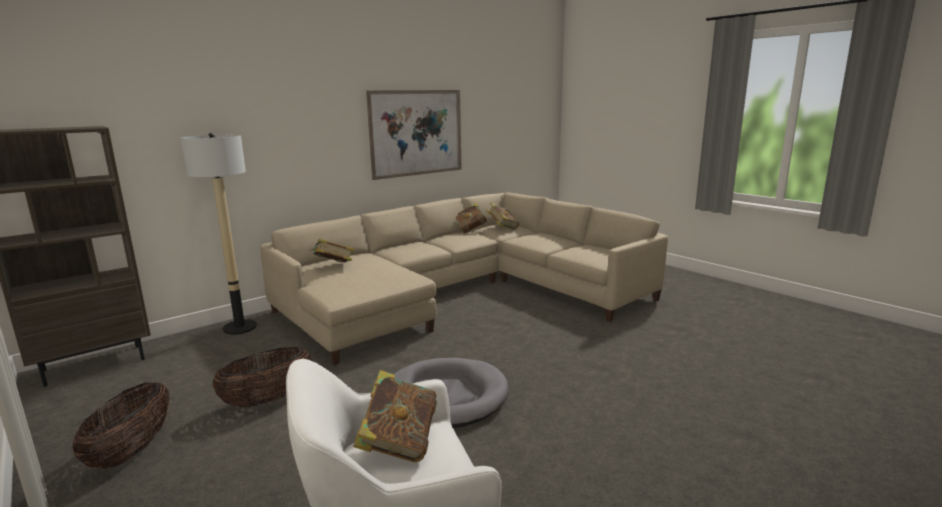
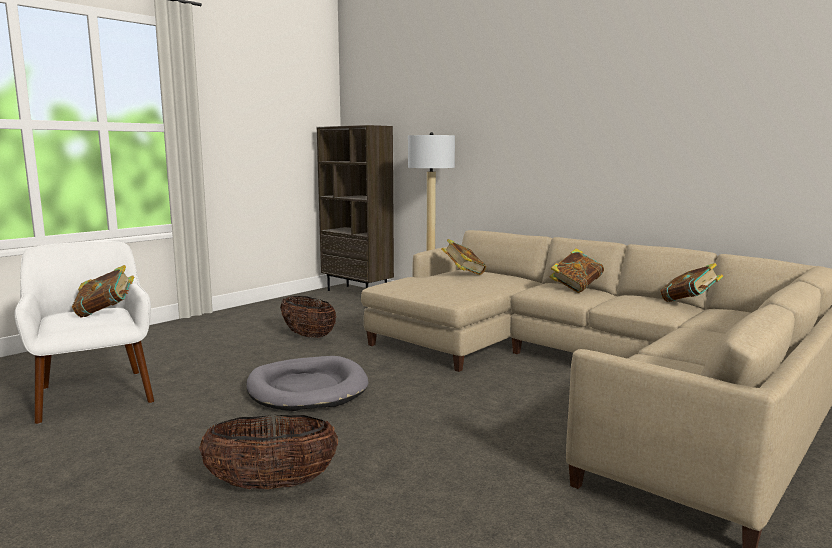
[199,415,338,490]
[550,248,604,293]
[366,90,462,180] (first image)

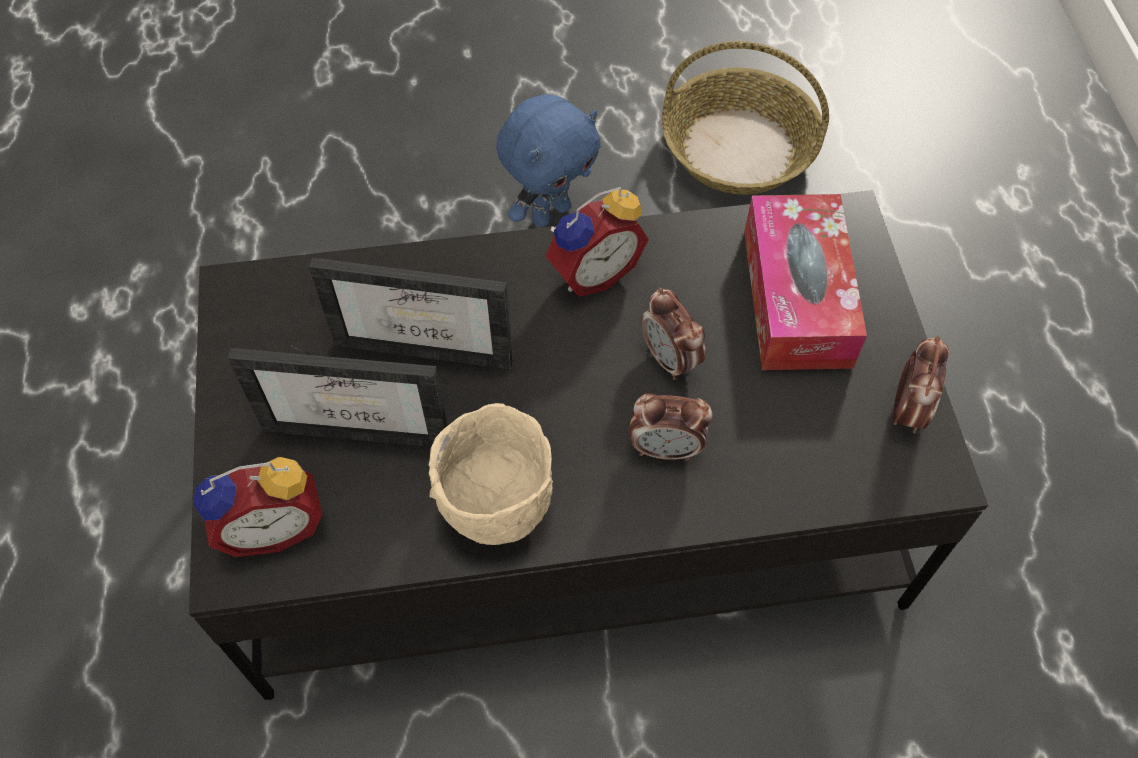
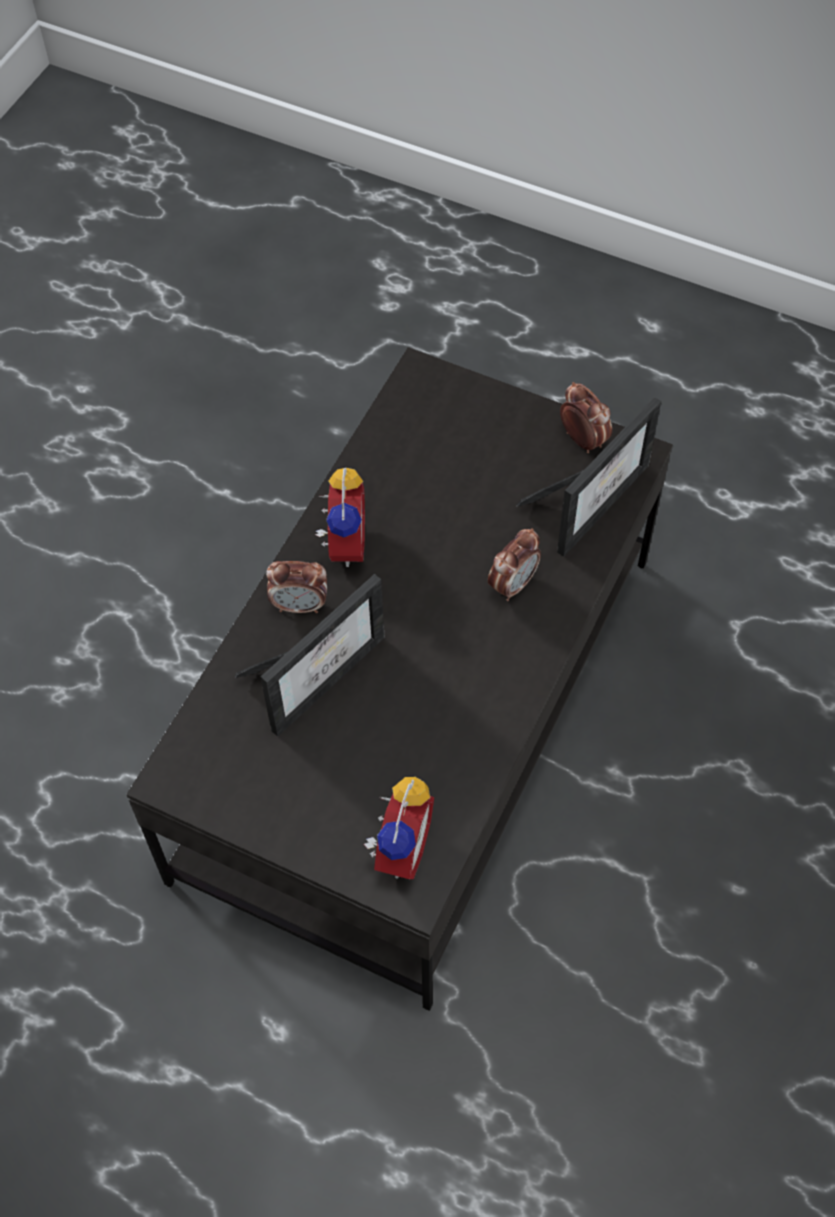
[266,561,327,613]
[517,397,661,557]
[429,403,553,545] (first image)
[496,94,601,227] (first image)
[662,41,829,195] (first image)
[744,194,867,370] (first image)

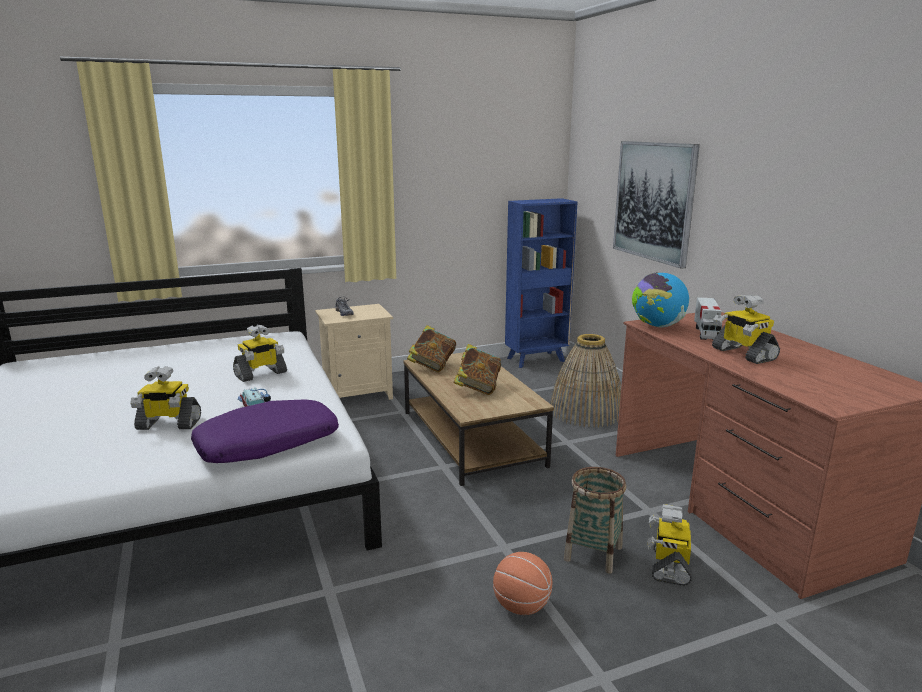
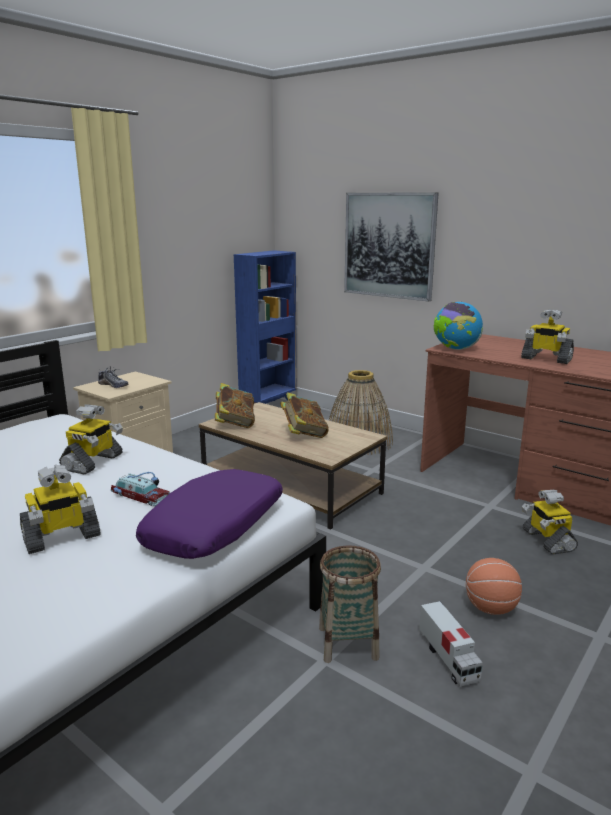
[319,545,381,663]
[419,601,483,687]

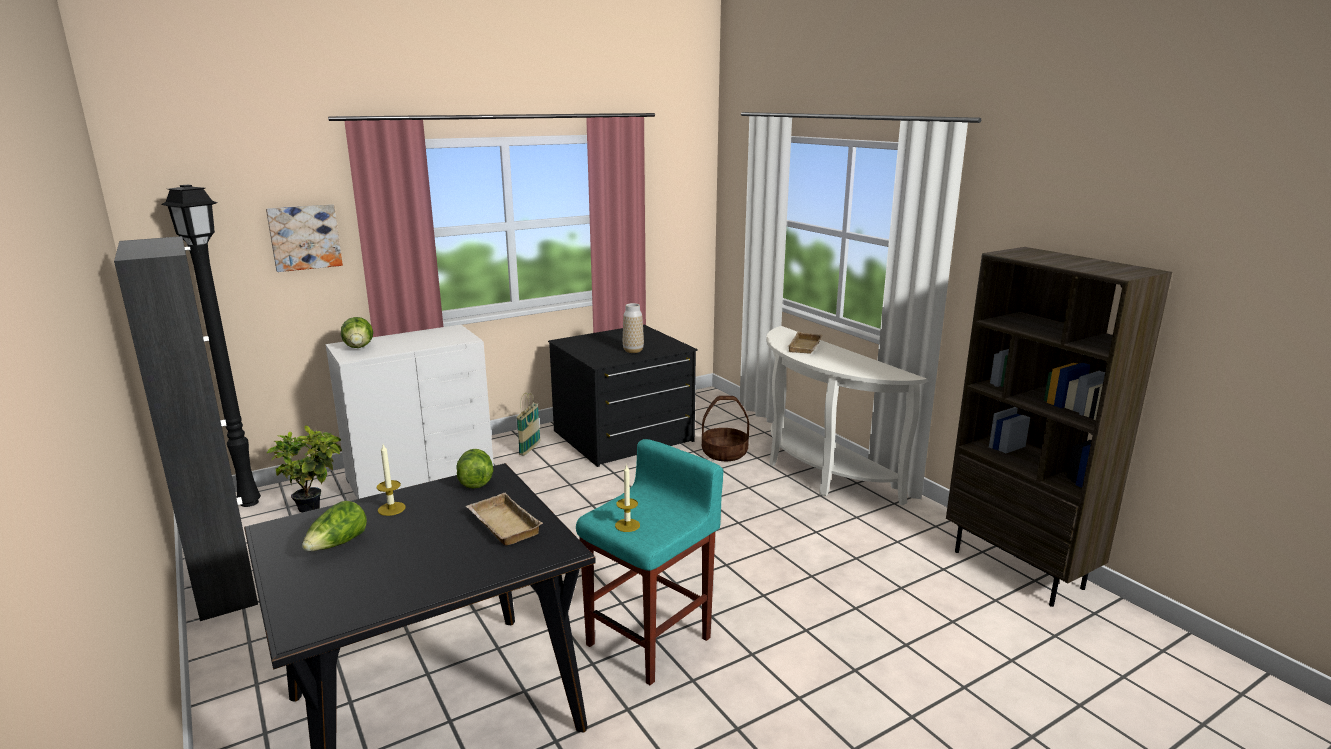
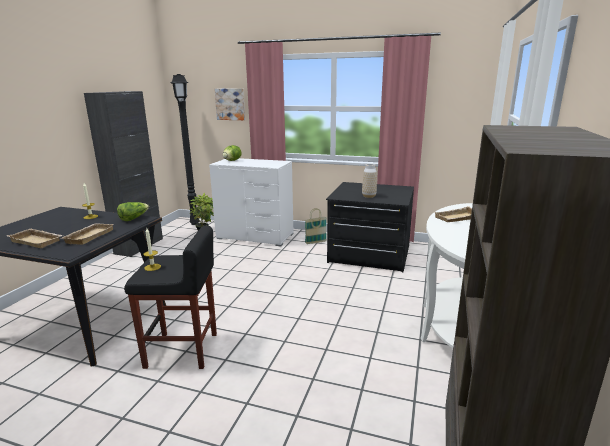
[7,228,63,248]
[124,225,217,369]
[302,501,367,551] (first image)
[702,396,749,461] (first image)

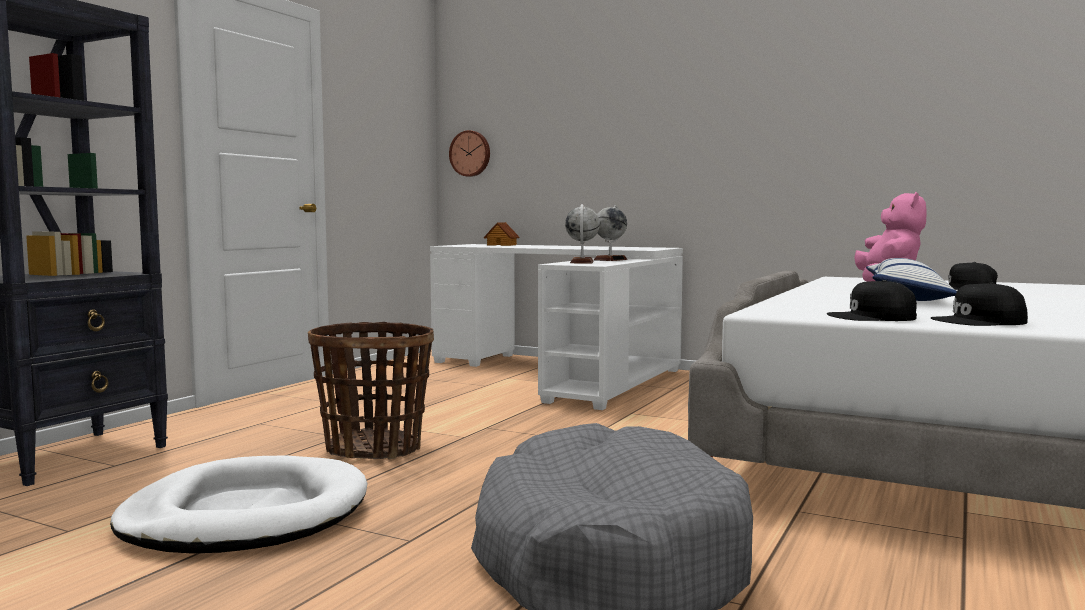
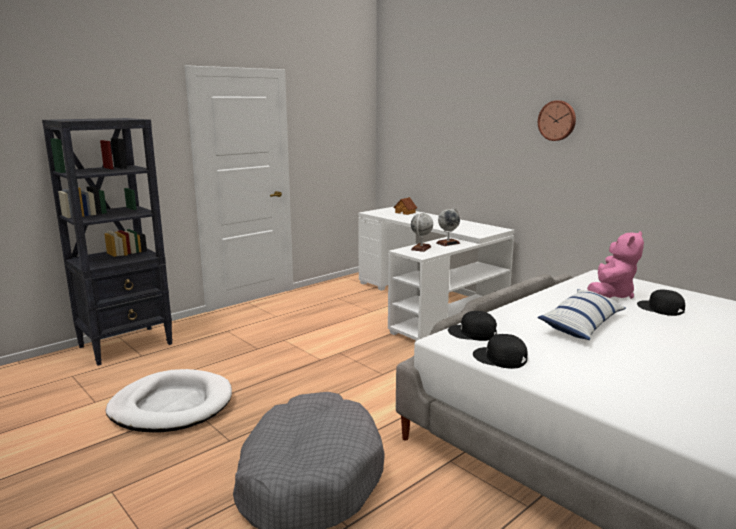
[448,311,497,341]
[538,100,576,141]
[308,322,434,459] (first image)

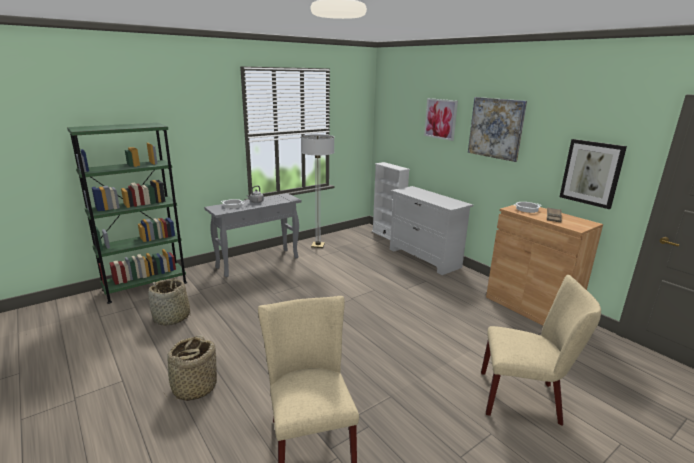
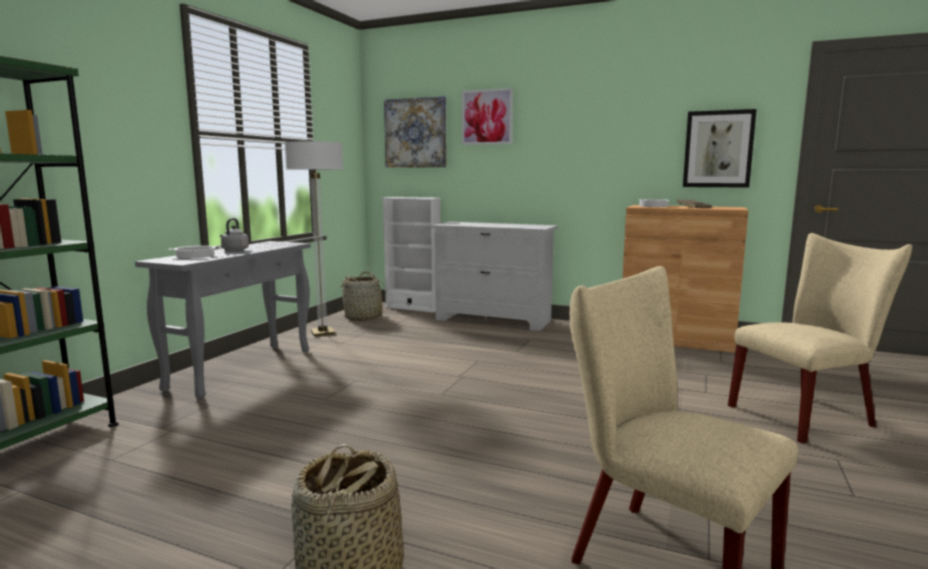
[339,271,391,321]
[384,96,447,168]

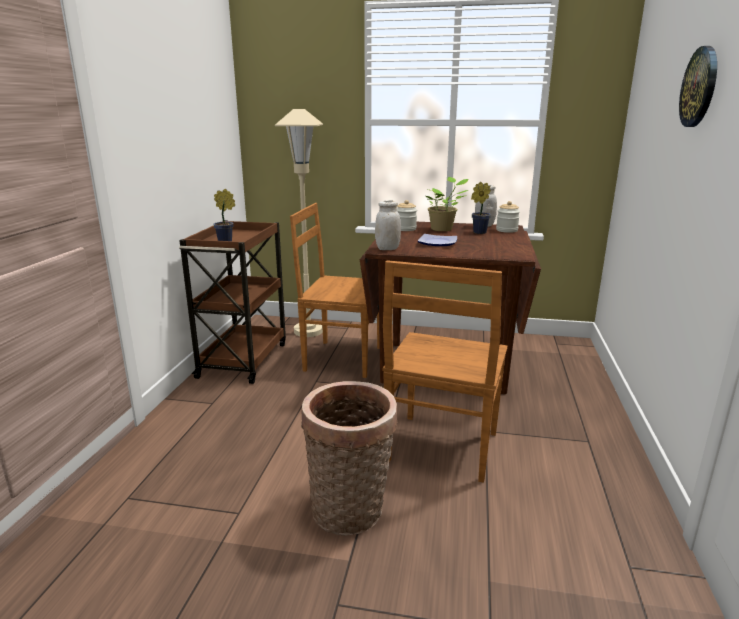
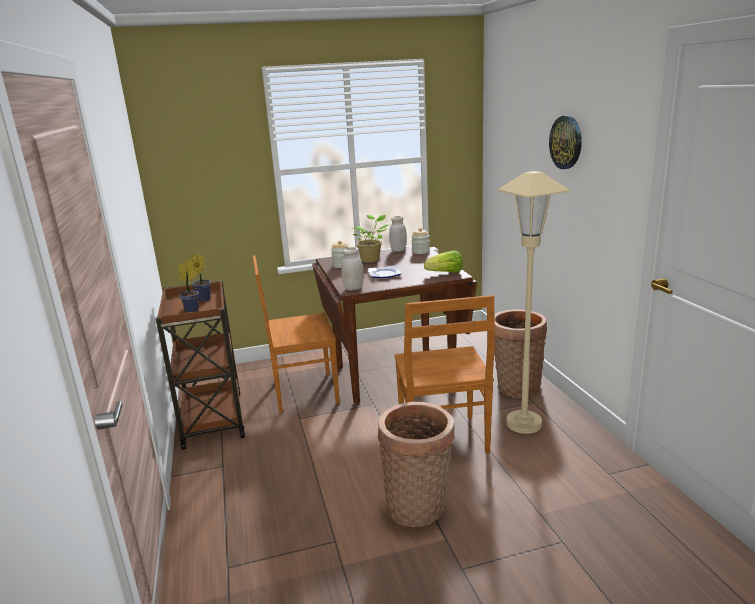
[188,254,211,301]
[424,251,463,273]
[494,309,547,398]
[497,171,570,434]

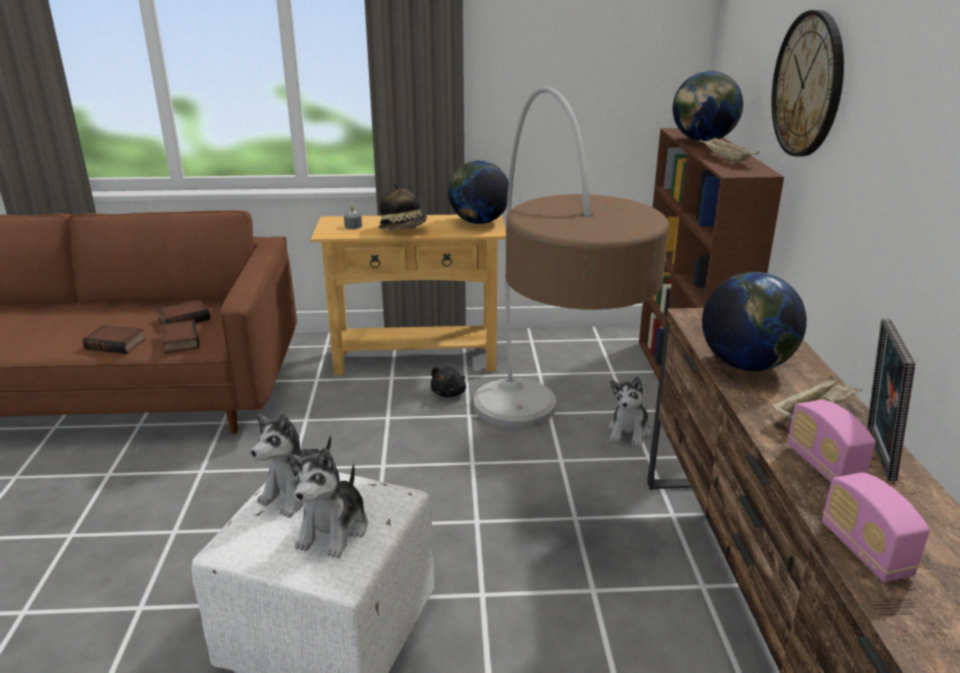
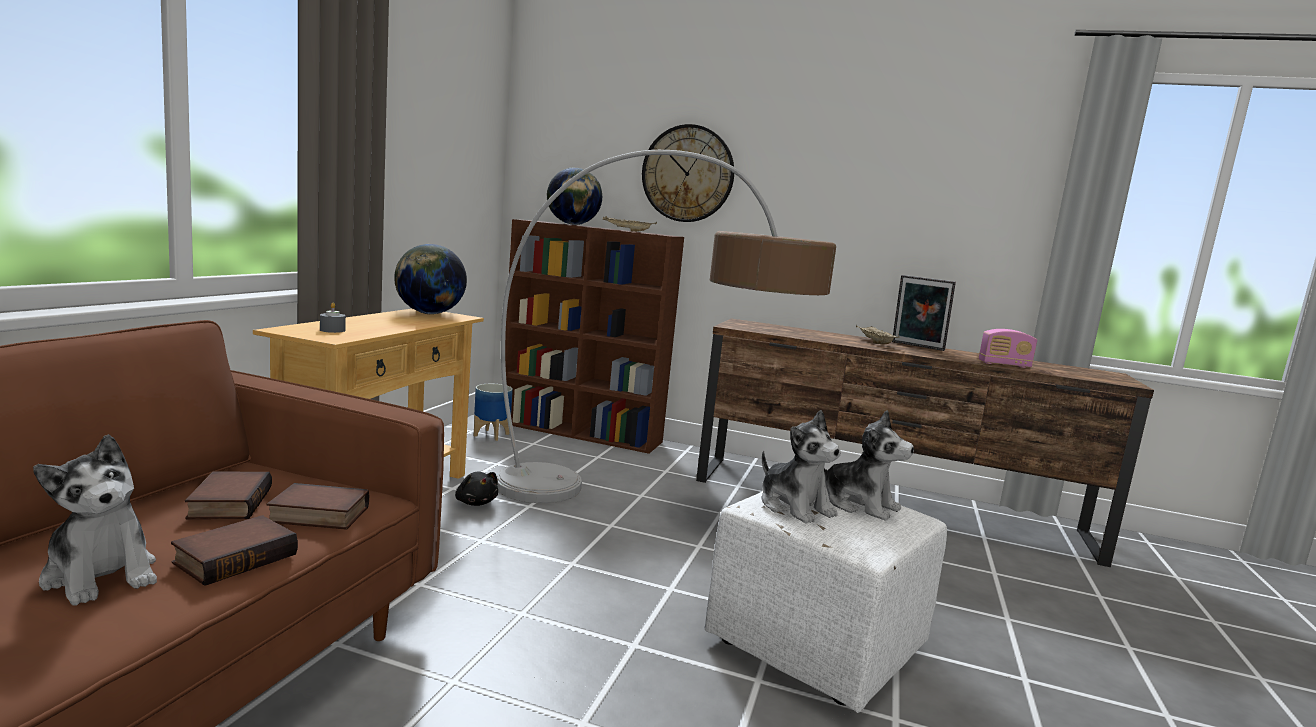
[33,434,157,606]
[474,384,513,441]
[378,184,427,231] (first image)
[702,272,807,371] (first image)
[787,400,876,482] (first image)

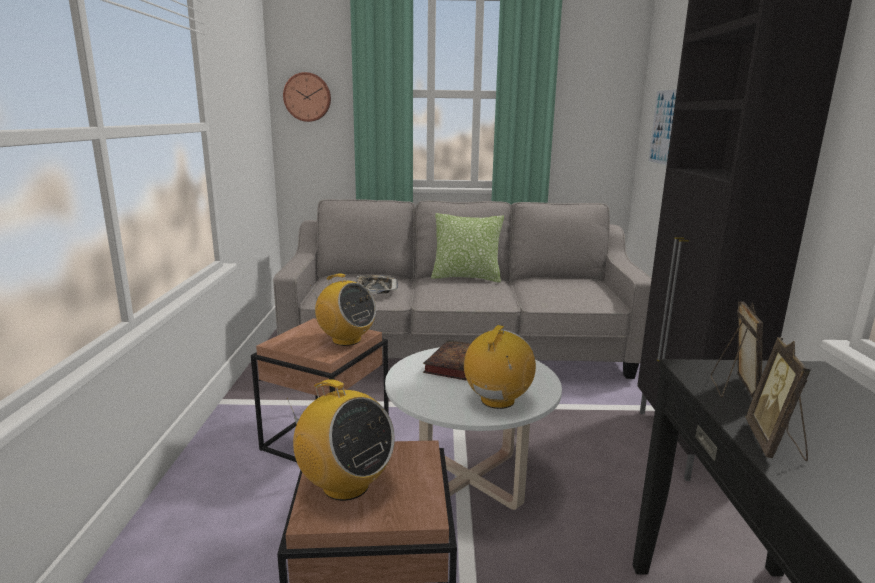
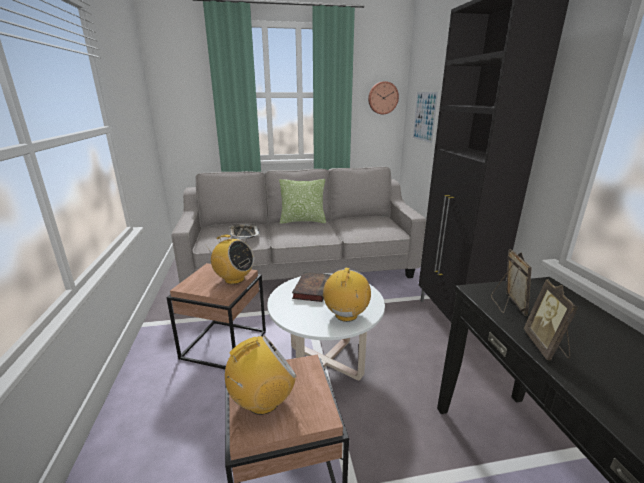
[225,336,297,415]
[368,81,399,114]

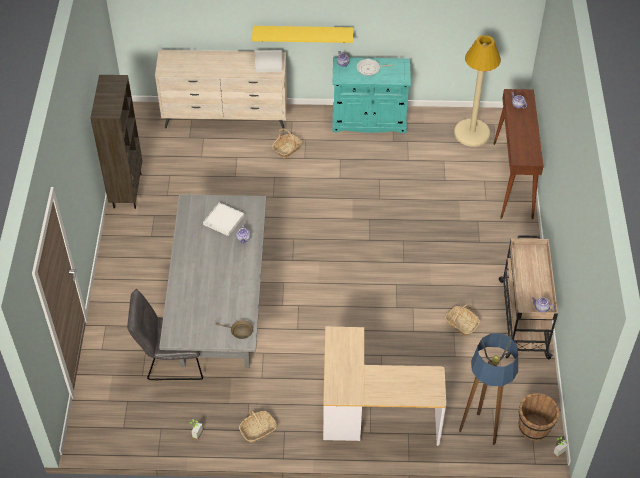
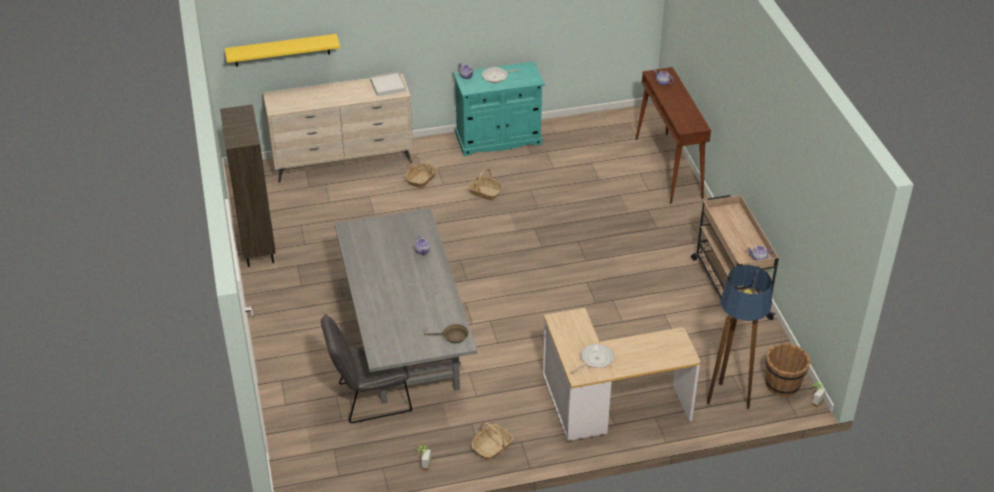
[225,34,340,67]
[468,168,503,200]
[571,344,614,373]
[203,202,244,236] (first image)
[454,35,501,147] (first image)

